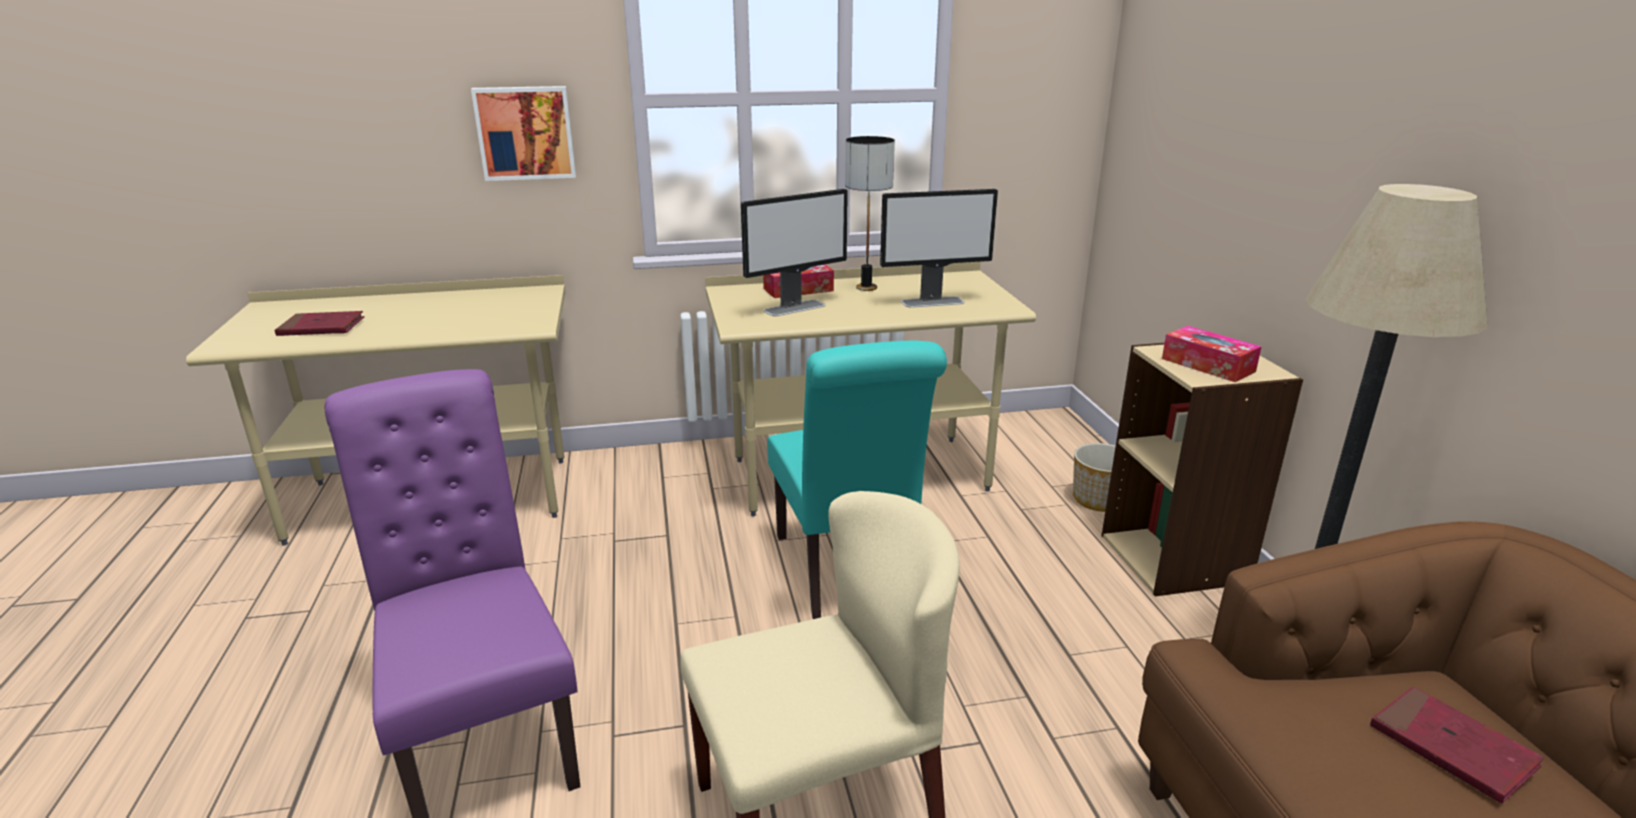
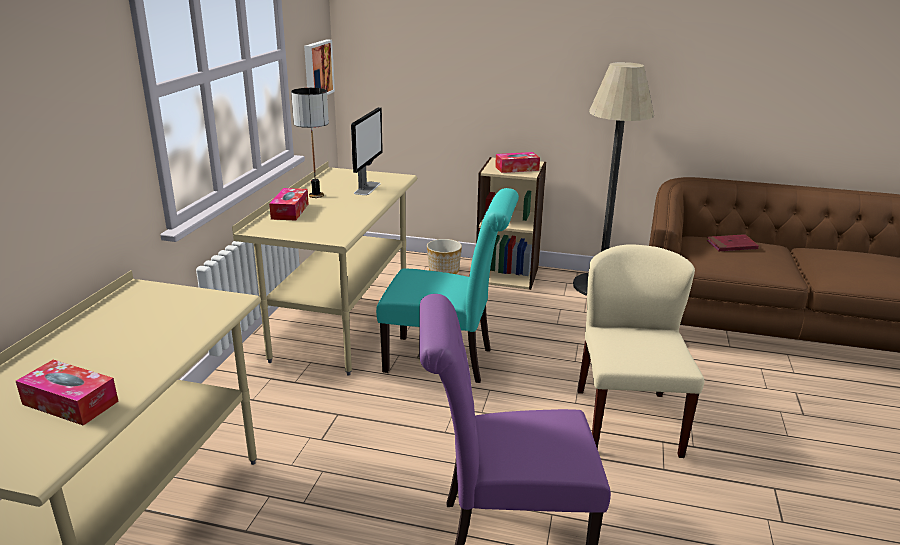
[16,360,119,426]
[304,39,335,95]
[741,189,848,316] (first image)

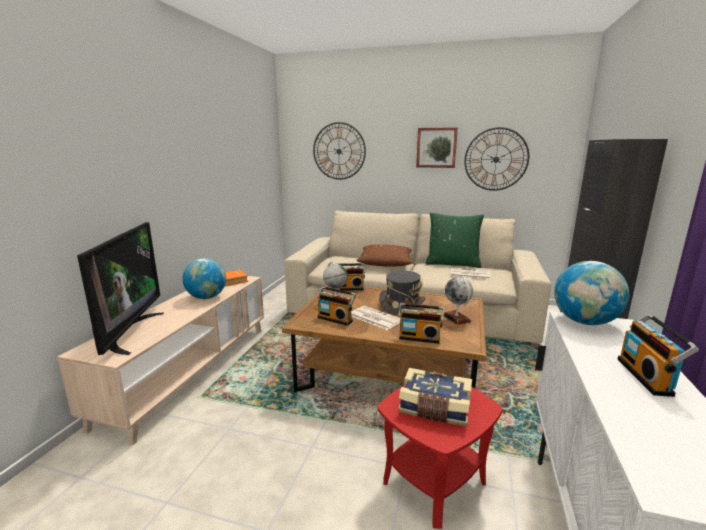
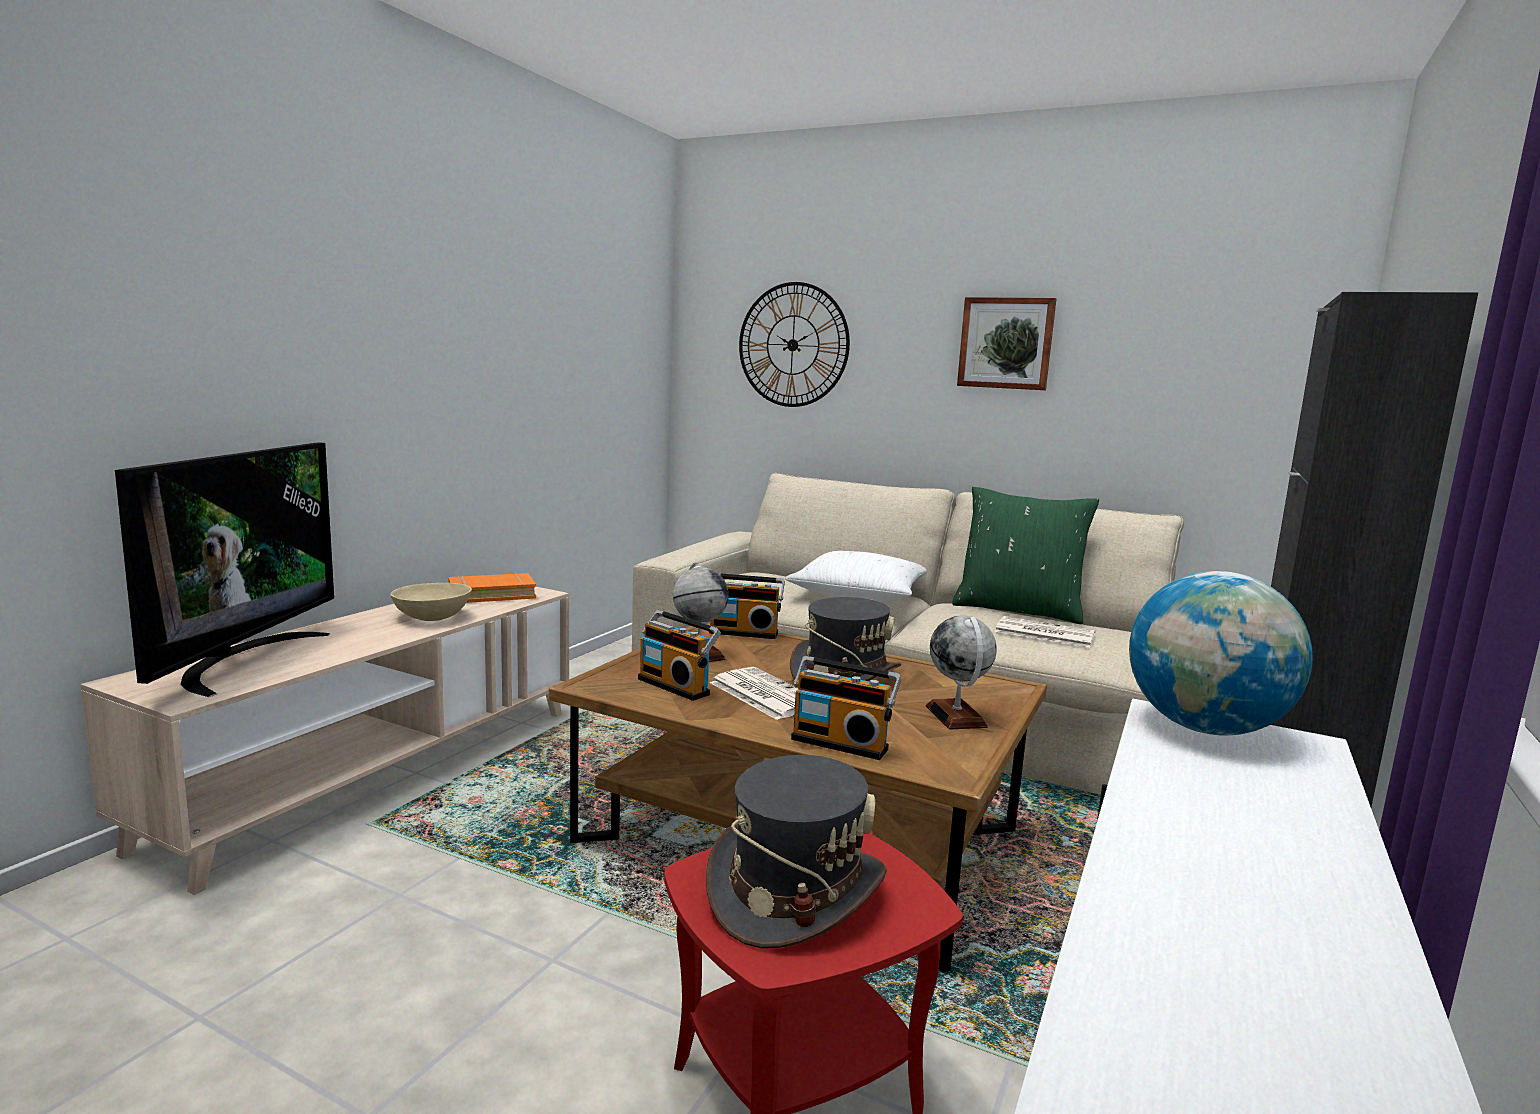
[390,583,472,621]
[706,755,887,948]
[785,551,927,601]
[464,127,529,191] (first image)
[618,314,699,397] (first image)

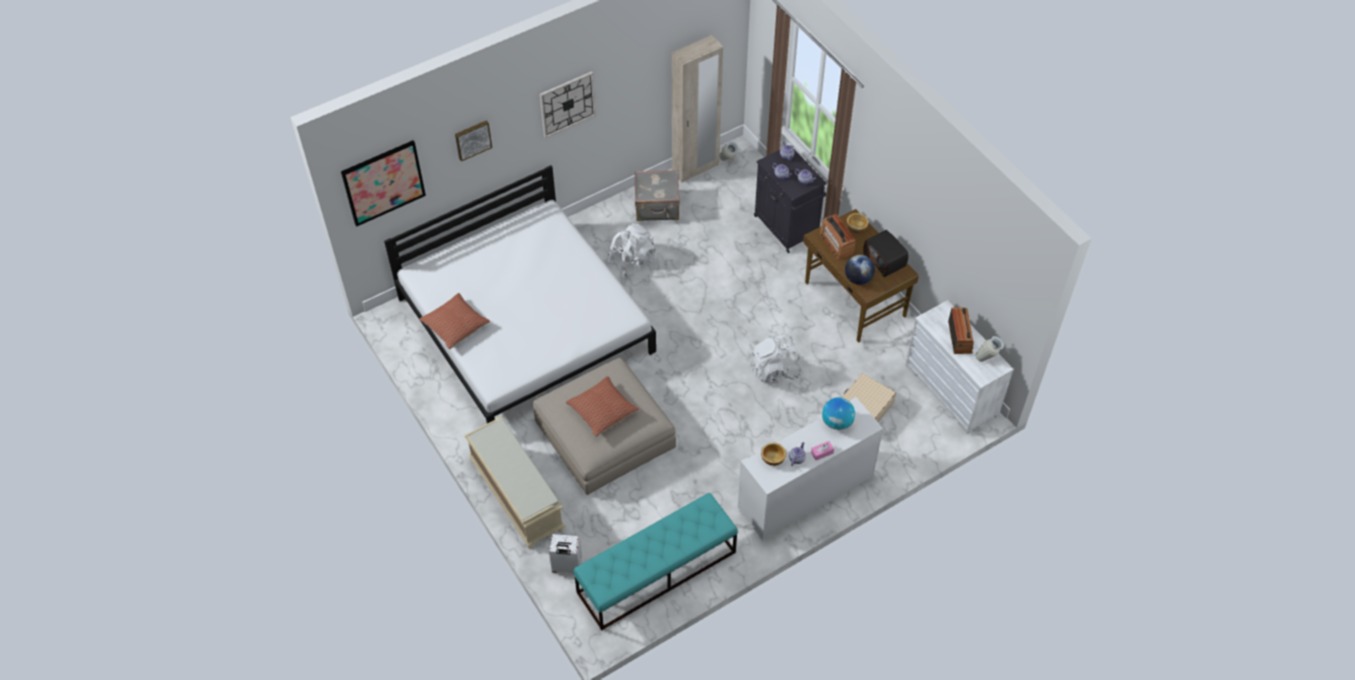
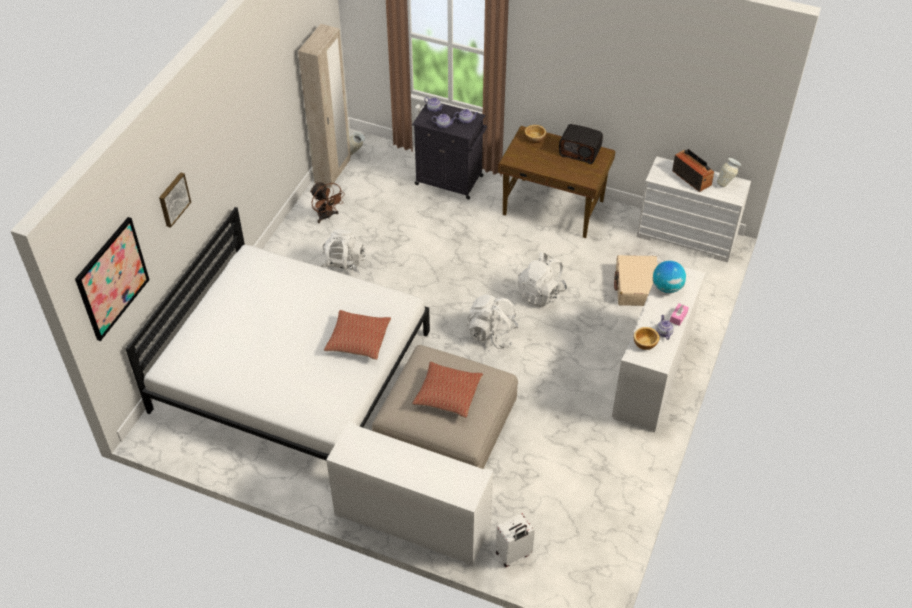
[310,182,344,223]
[324,310,391,360]
[326,421,493,566]
[467,294,519,349]
[540,71,596,138] (first image)
[573,493,738,630] (first image)
[819,214,856,260] (first image)
[845,255,875,285] (first image)

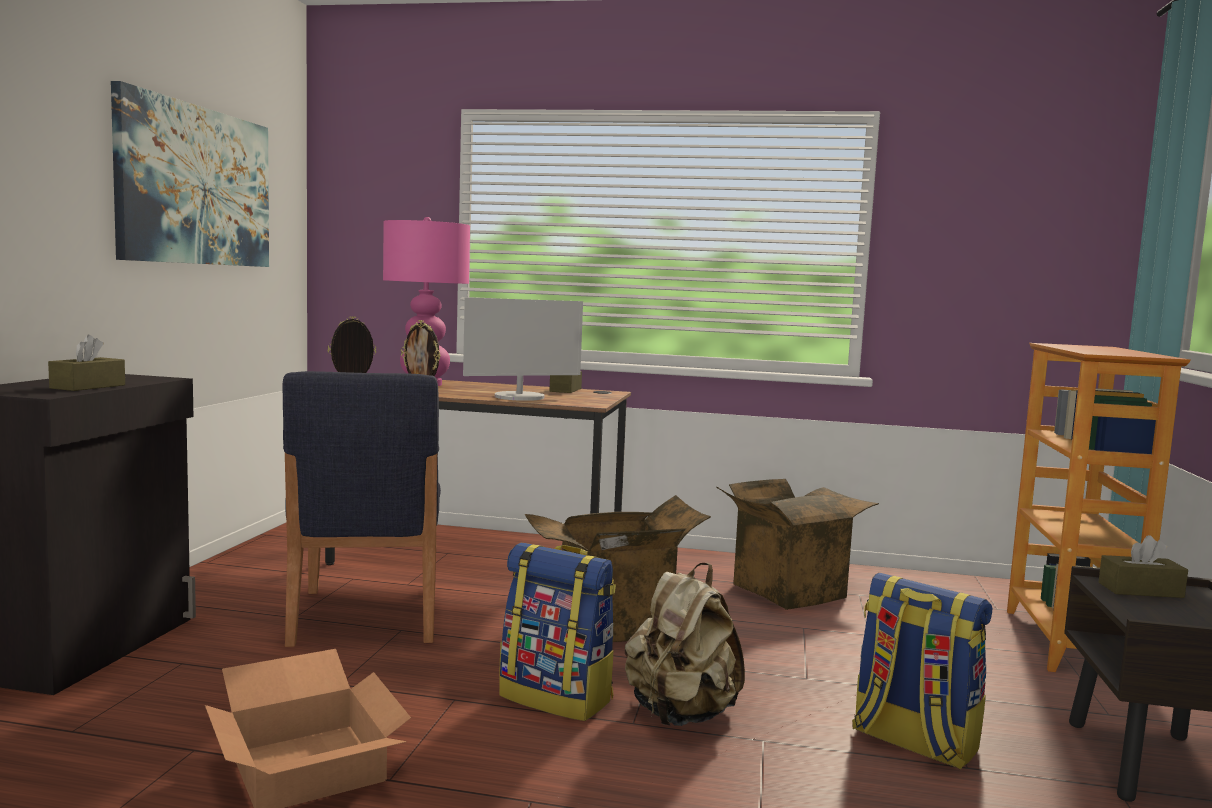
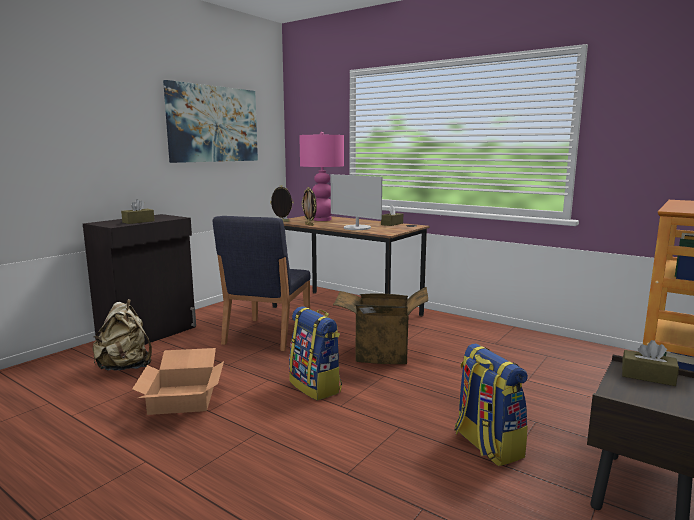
[93,299,152,371]
[331,174,382,230]
[716,479,879,610] (first image)

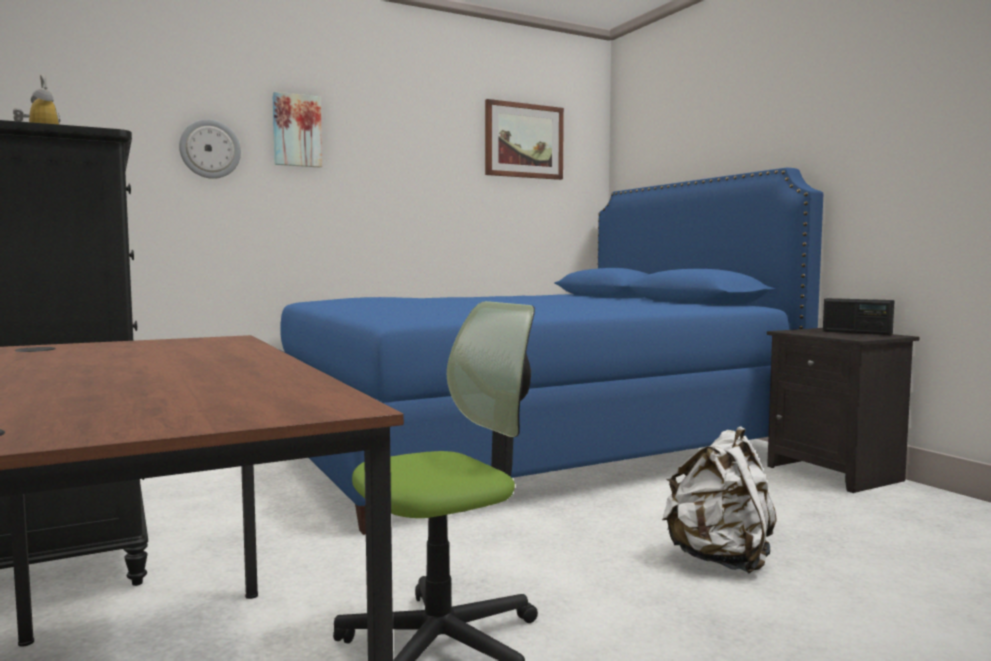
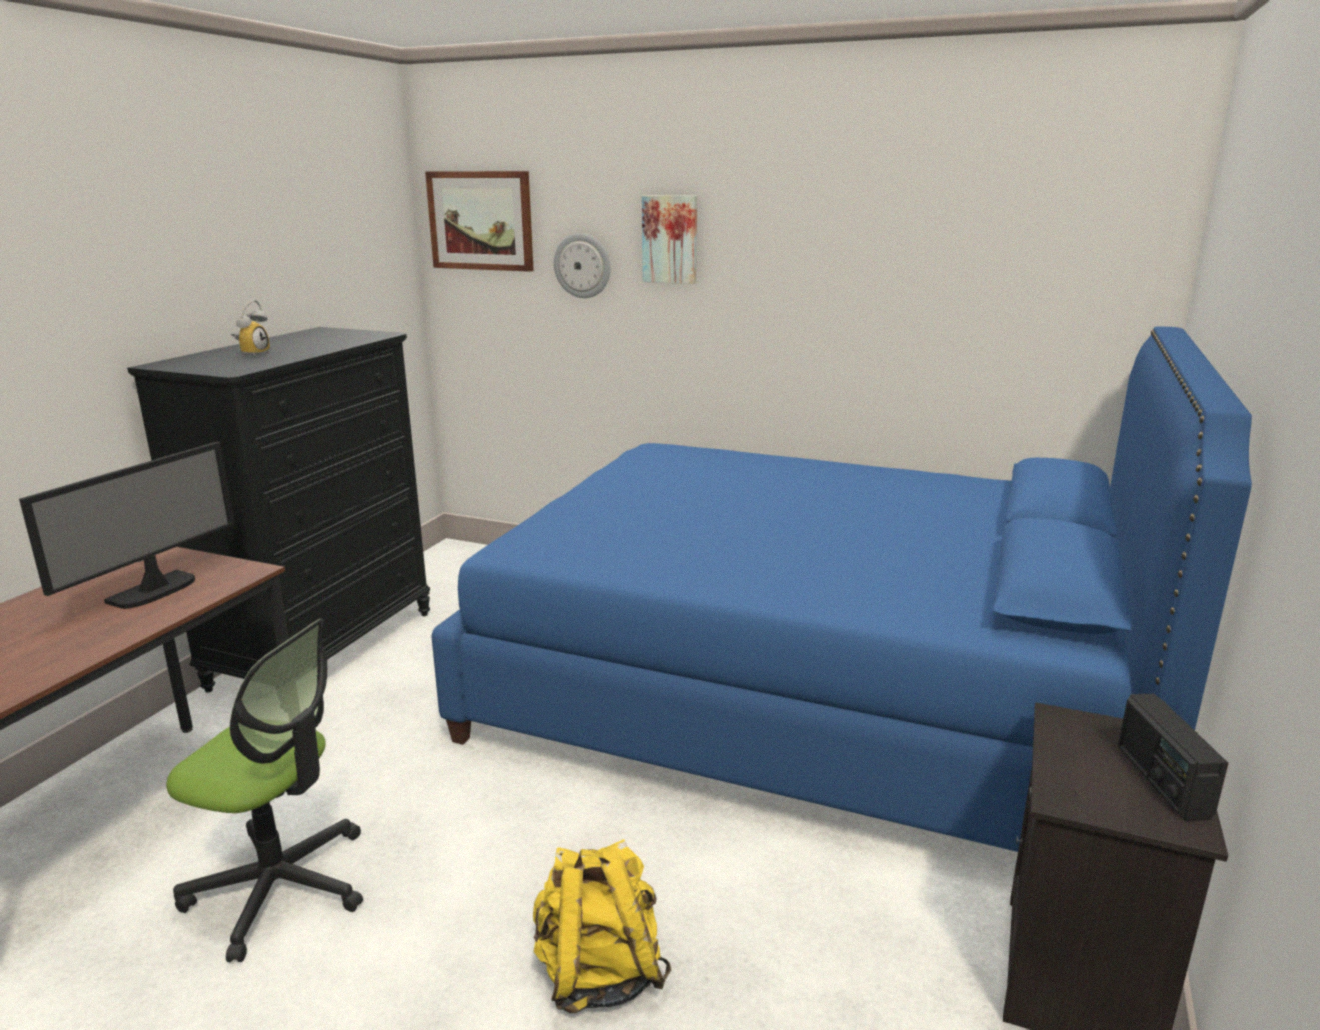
[19,442,235,609]
[425,171,534,272]
[533,839,671,1013]

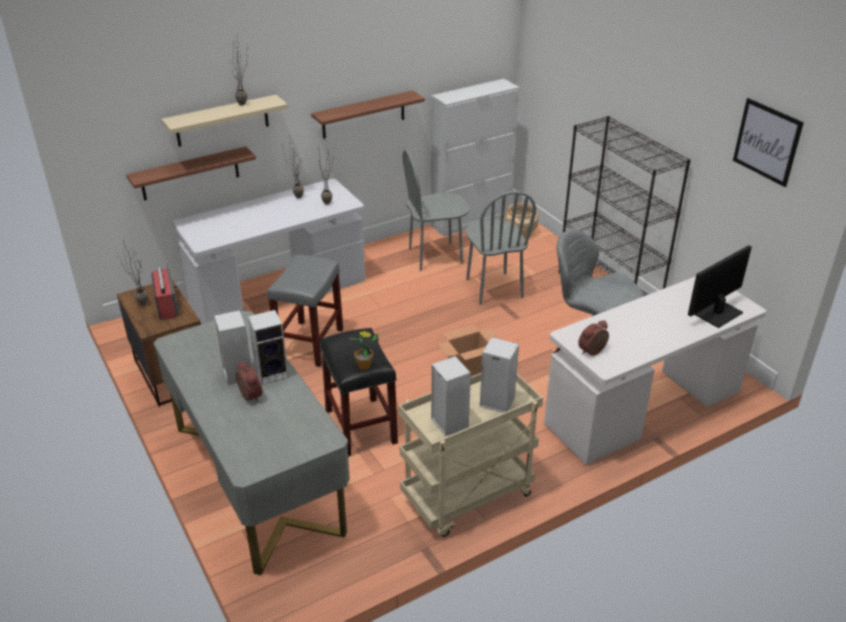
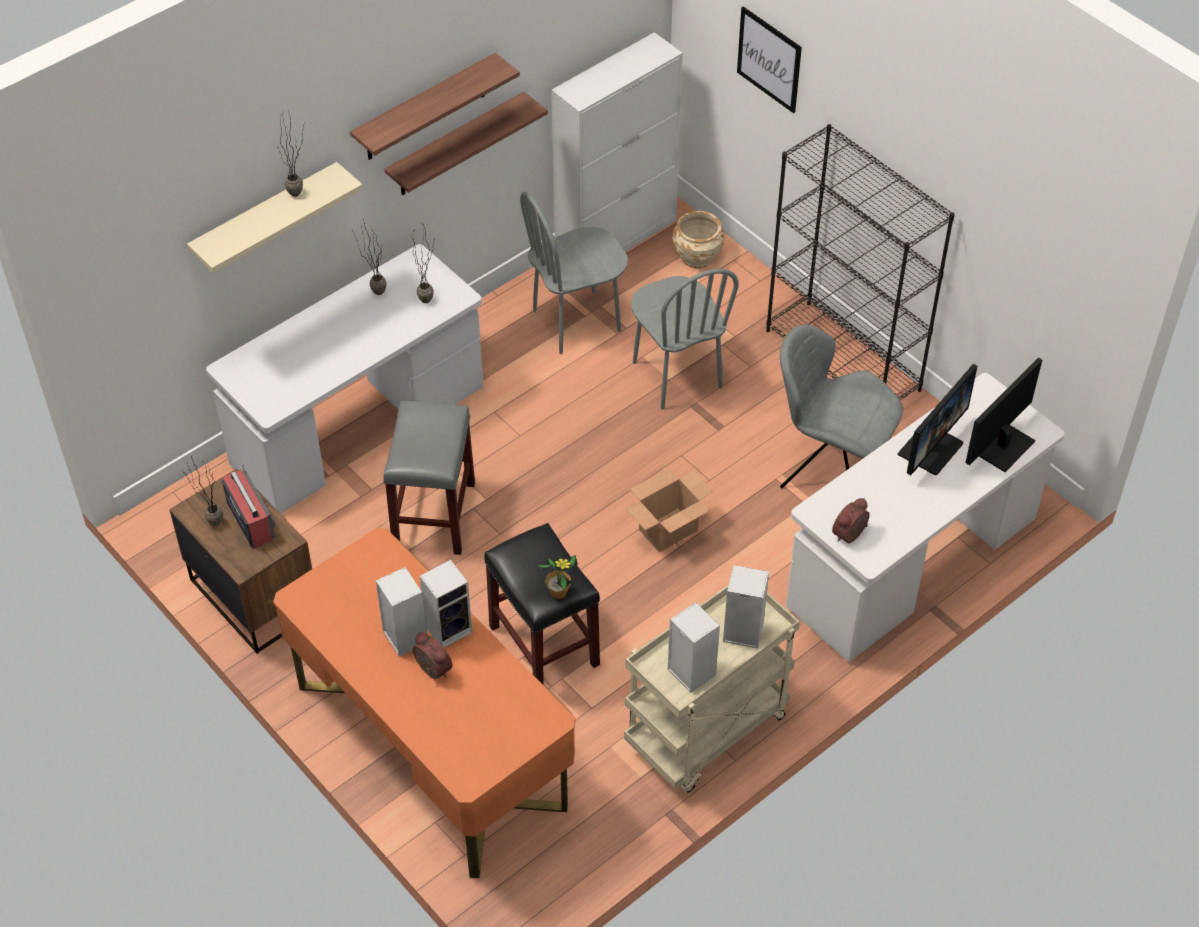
[273,528,575,878]
[350,53,520,160]
[737,6,802,113]
[897,364,978,475]

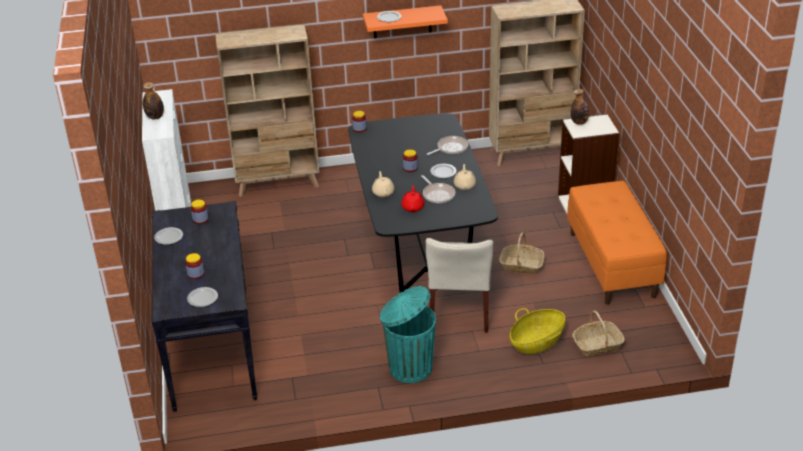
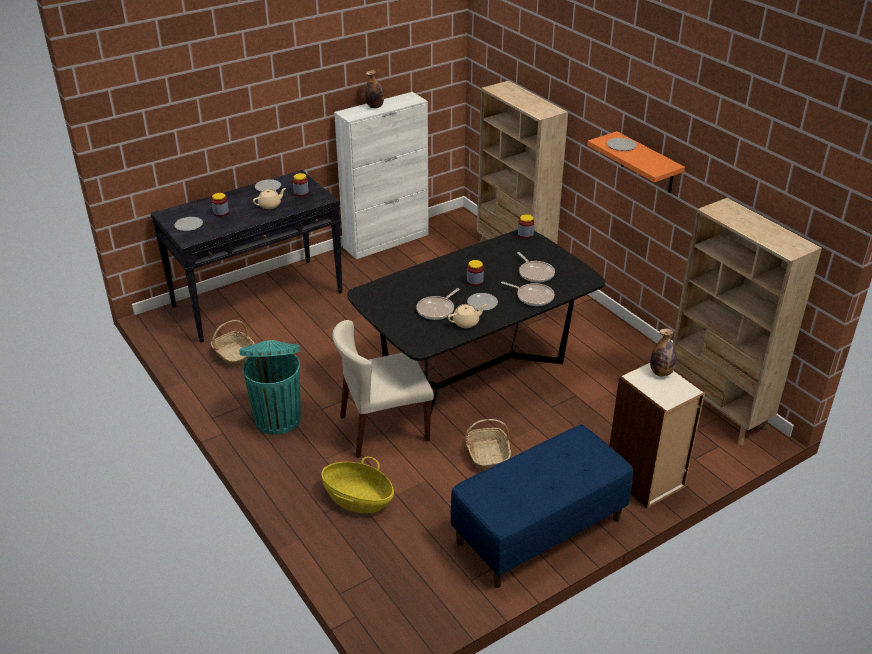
[211,320,255,367]
[253,188,286,209]
[451,425,633,588]
[517,252,555,283]
[401,185,424,212] (first image)

